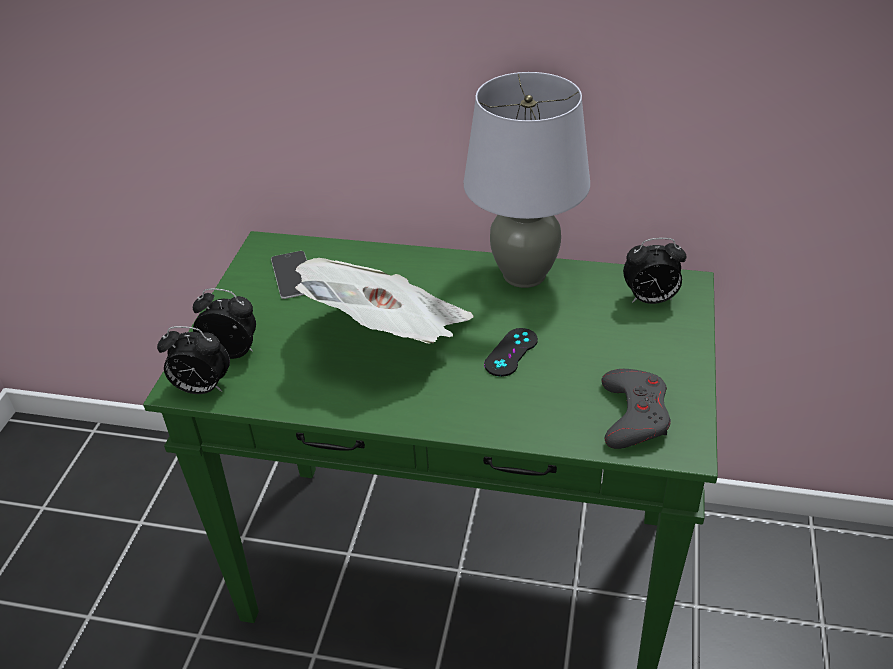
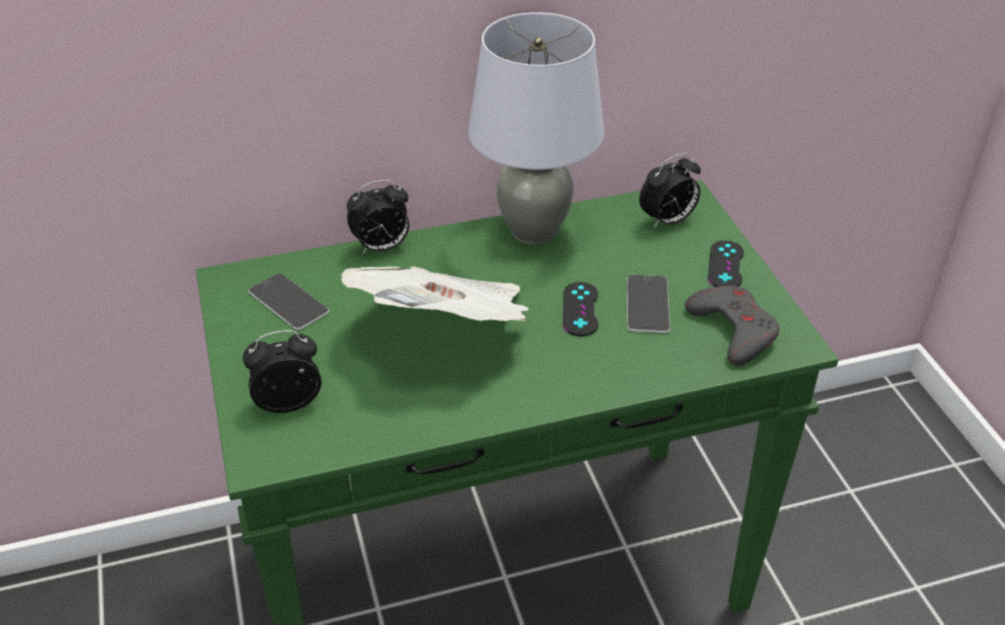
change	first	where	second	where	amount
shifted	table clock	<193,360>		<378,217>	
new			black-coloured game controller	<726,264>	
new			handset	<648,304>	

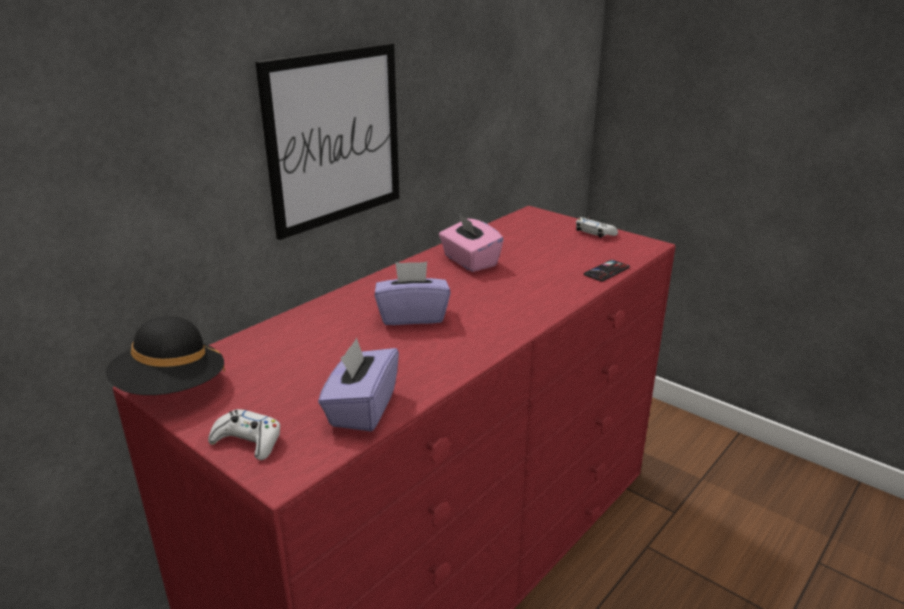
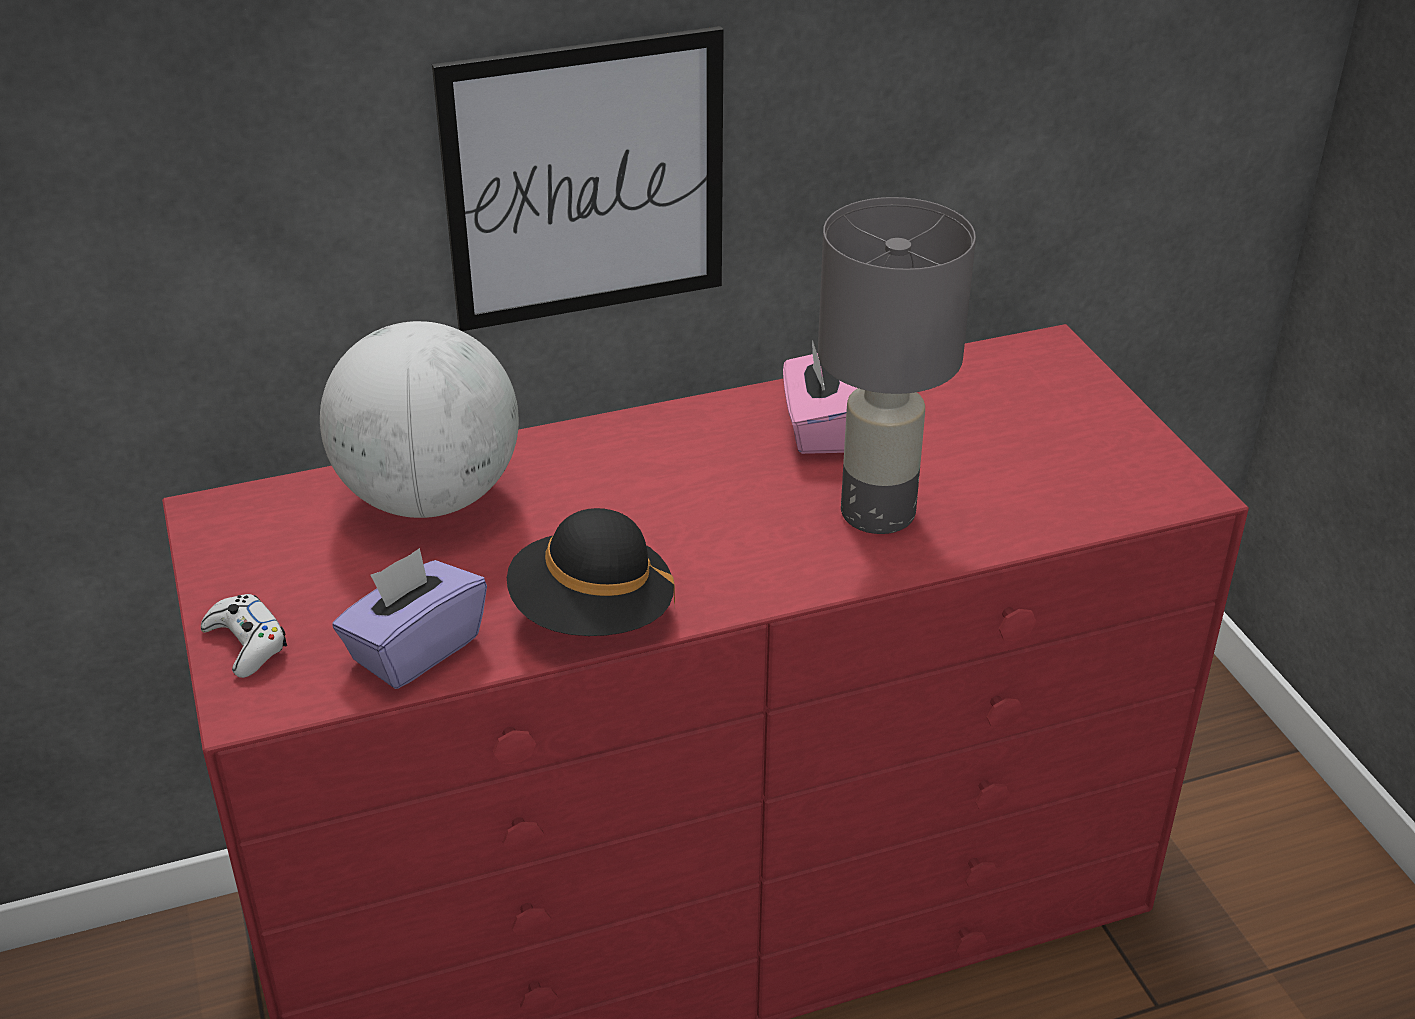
change	first	where	second	where	amount
gone	whitish game controller	<597,227>			
gone	handset	<607,270>			
gone	purple box of tissues	<412,293>			
shifted	black-coloured clothing hat	<165,355>		<591,572>	
new			greyish tabletop lamp	<897,365>	
new			world globe	<419,419>	

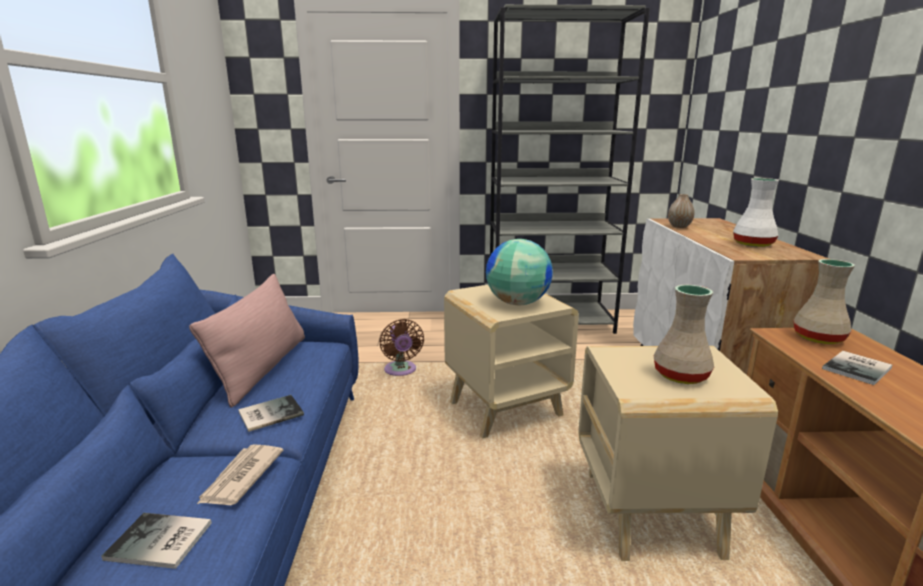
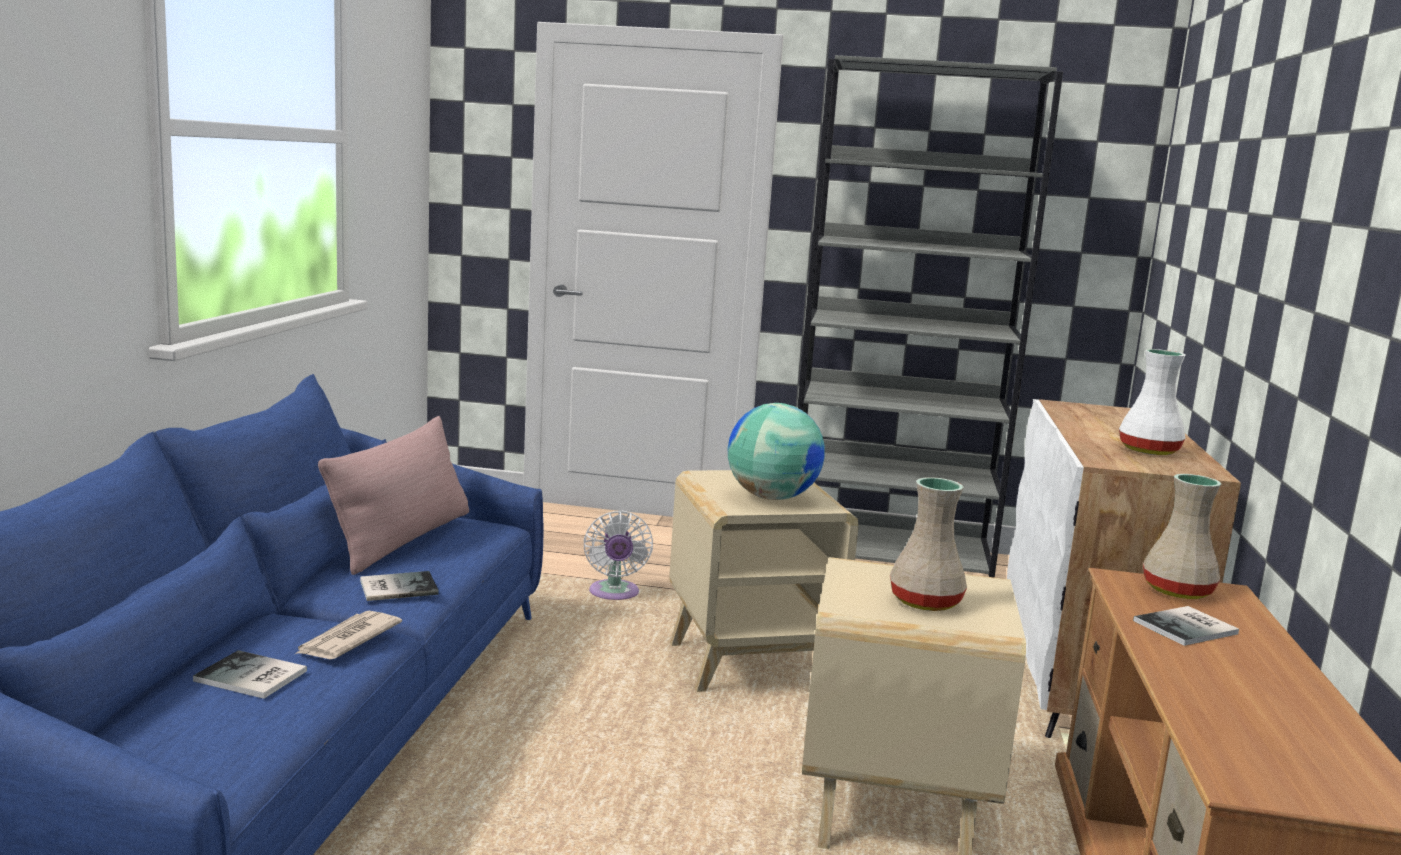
change	first	where	second	where	amount
gone	vase	<681,211>			
repainted	brown-coloured cooling fan	<401,347>	whitish cooling fan	<618,555>	

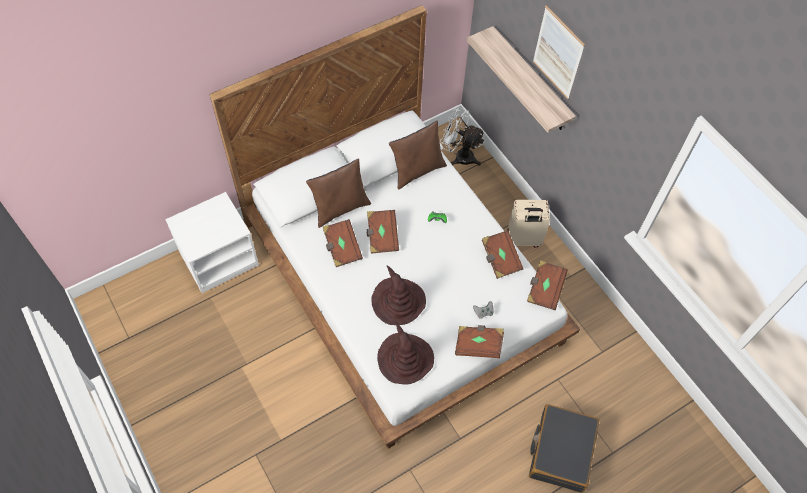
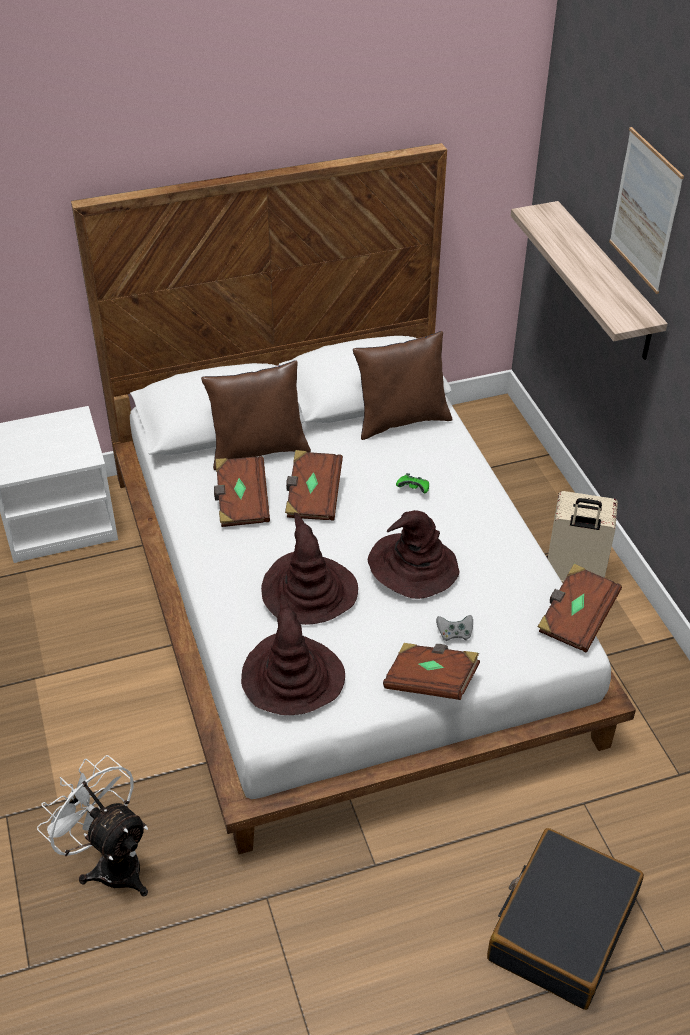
change	first	where	second	where	amount
shifted	whitish cooling fan	<462,136>		<92,826>	
gone	brown-coloured volume	<503,254>			
new			brown-coloured clothing hat	<413,554>	

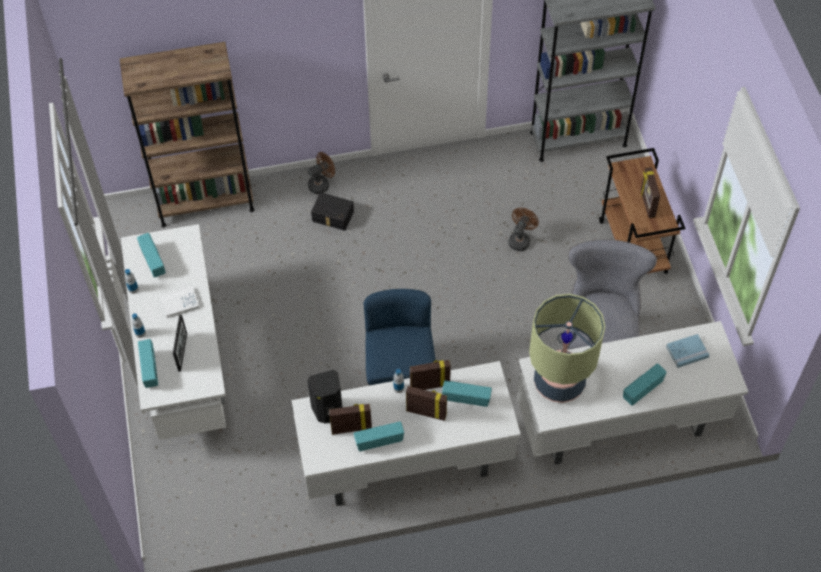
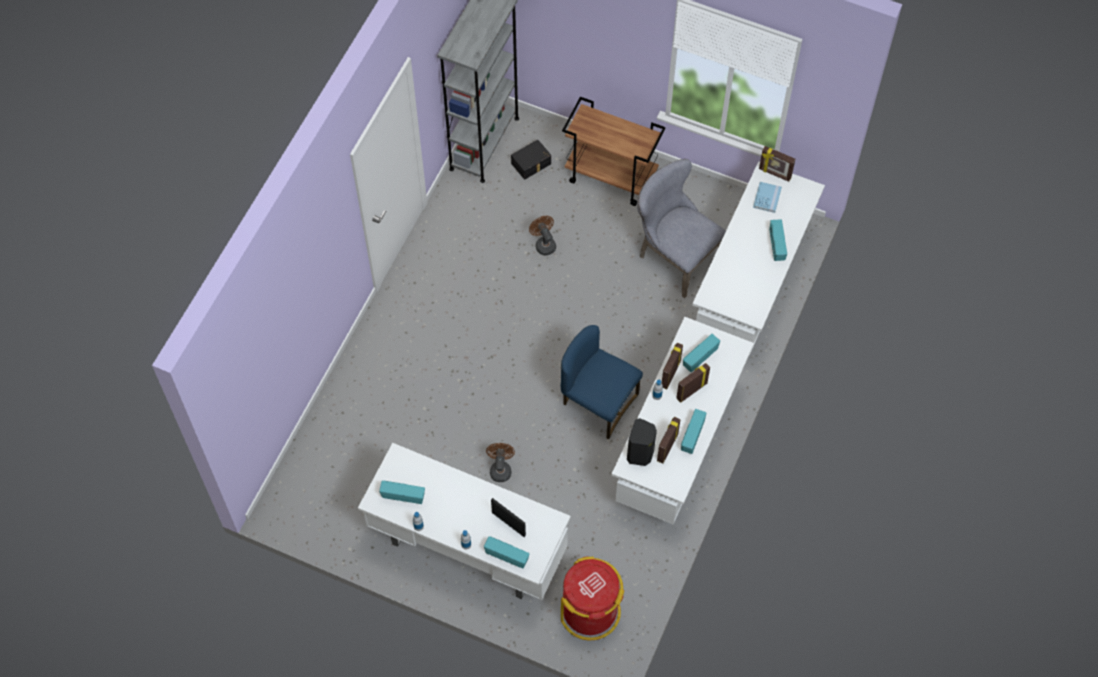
change	first	where	second	where	amount
gone	brown-coloured shelving unit	<187,135>			
shifted	brown-coloured cooling fan	<321,173>		<500,462>	
shifted	standing frame	<650,192>		<777,164>	
shifted	black-coloured storage container	<332,211>		<531,160>	
gone	whitish volume	<180,302>			
gone	tabletop lamp	<567,348>			
new			red-coloured rubbish bin	<592,598>	

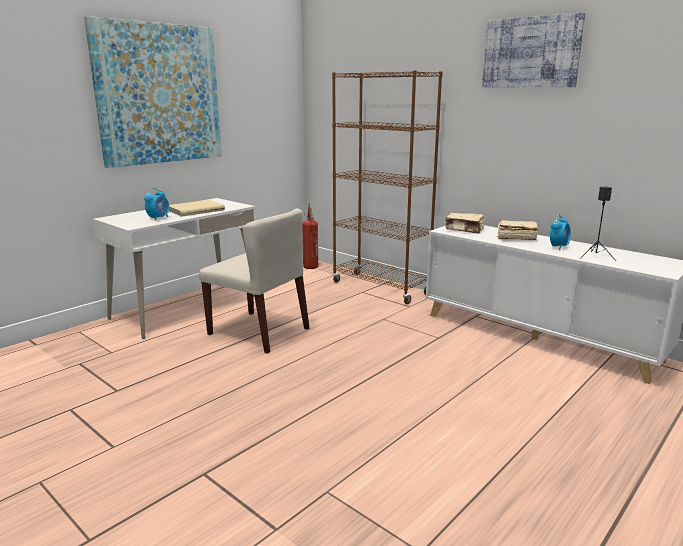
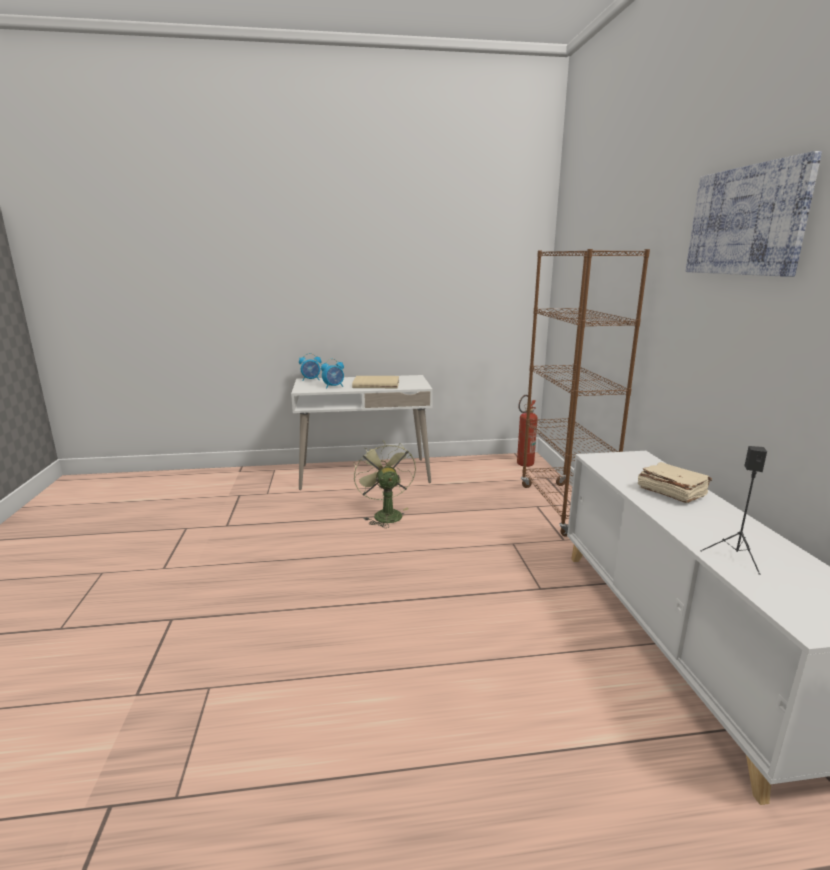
change	first	where	second	where	amount
gone	picture	<153,92>			
swapped	sand-coloured chair	<254,281>	green-coloured cooling fan	<385,484>	
gone	sand-coloured volume	<465,223>			
shifted	table clock	<560,232>		<310,367>	

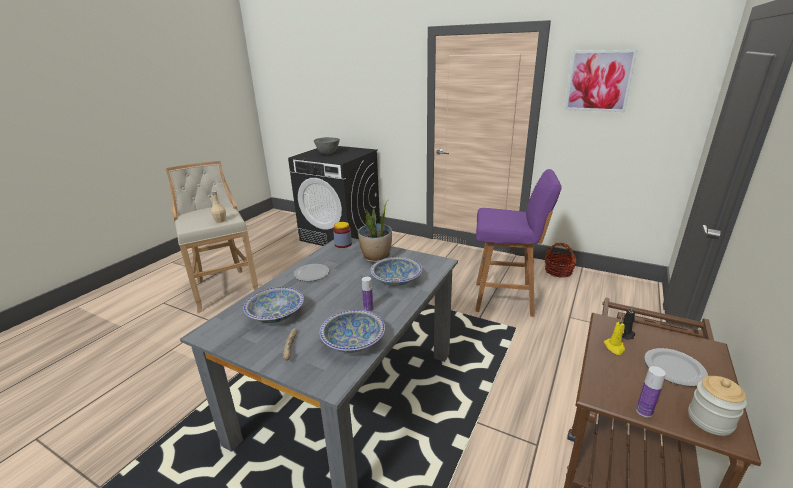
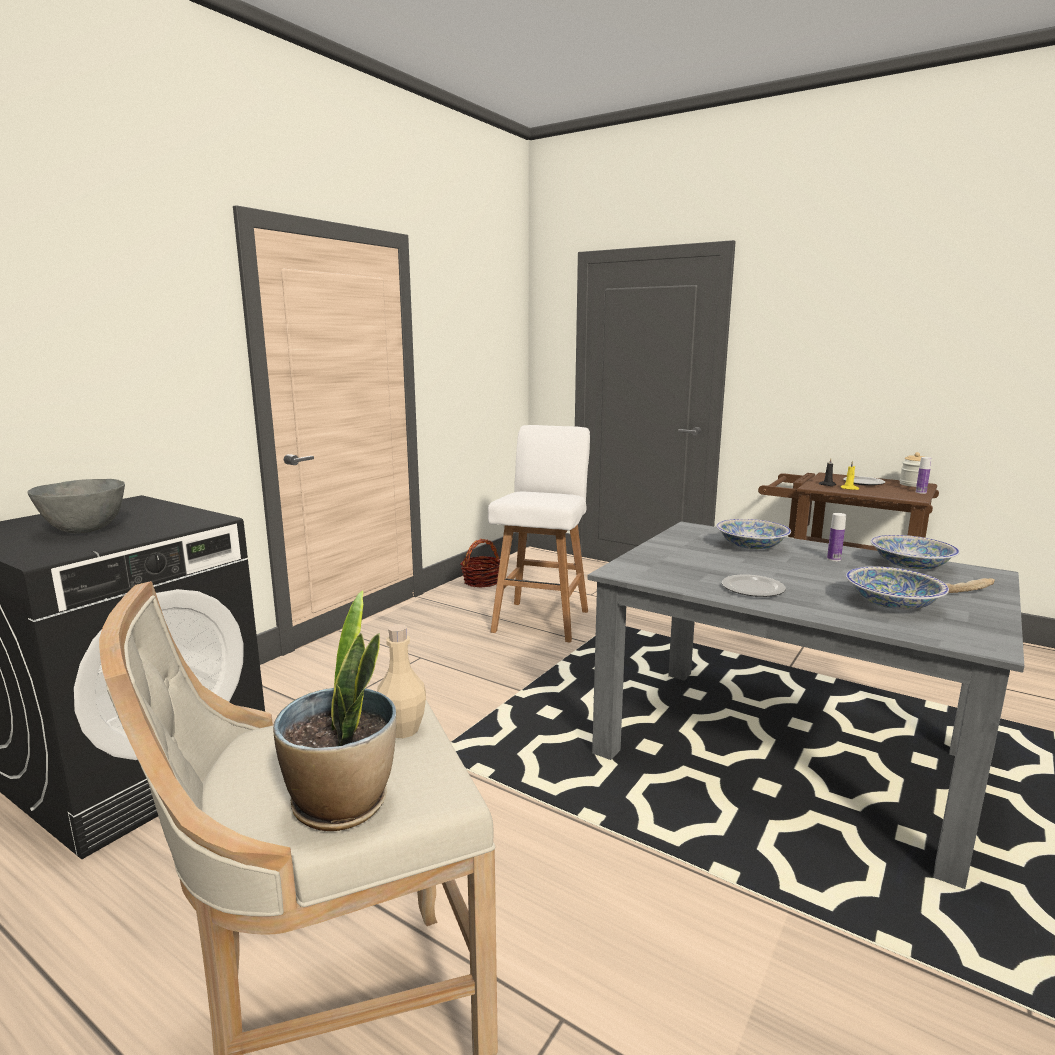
change	first	where	second	where	amount
gone	picture	<601,81>			
repainted	purple stool seat	<518,243>	whitish stool seat	<539,533>	
shifted	houseplant	<375,231>		<334,710>	
gone	jar	<342,235>			

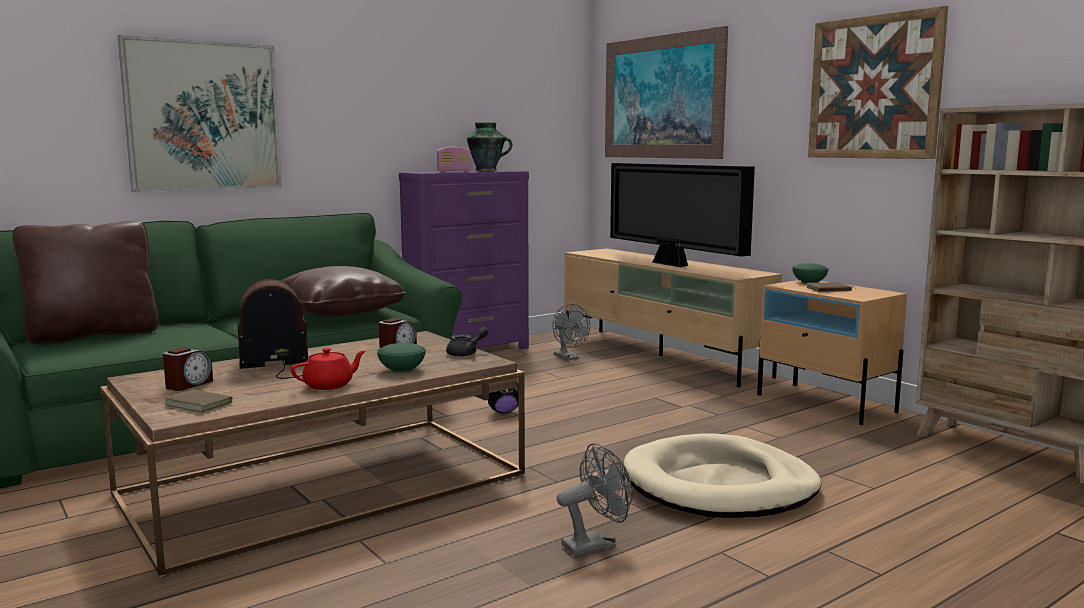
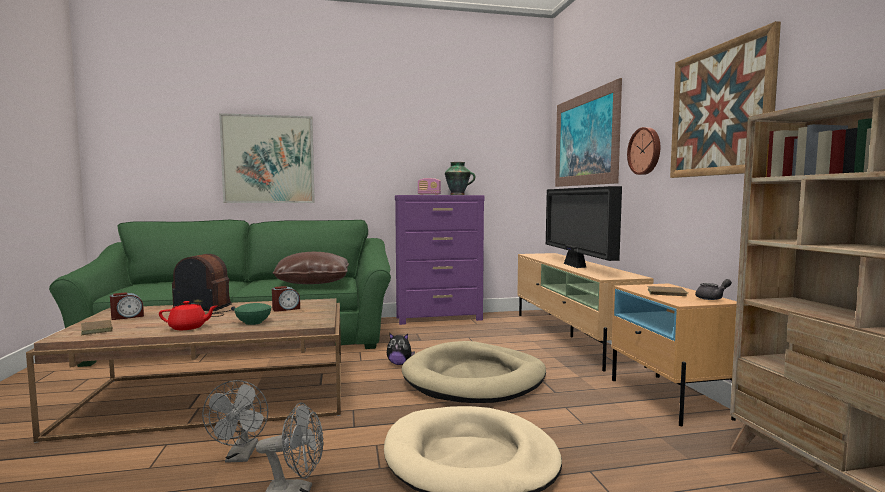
change	first	where	second	where	amount
gone	brown-coloured pillow	<85,282>			
gone	green-coloured serving bowl	<810,273>			
shifted	greyish cooling fan	<571,332>		<235,421>	
shifted	greyish teapot	<467,342>		<713,289>	
new			hanging clock	<643,151>	
new			sand-coloured dog bed	<473,372>	

